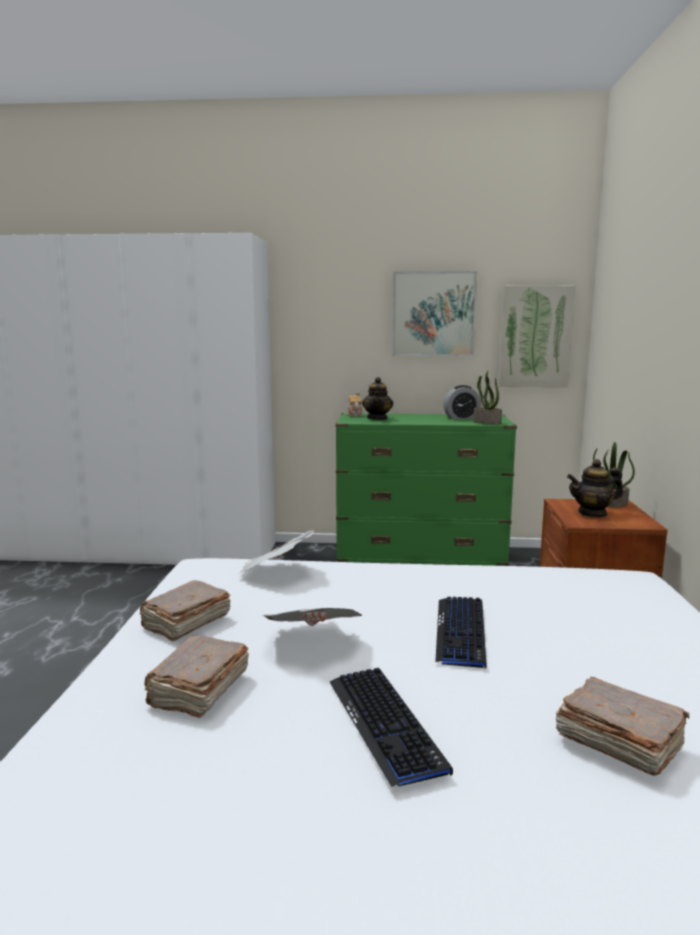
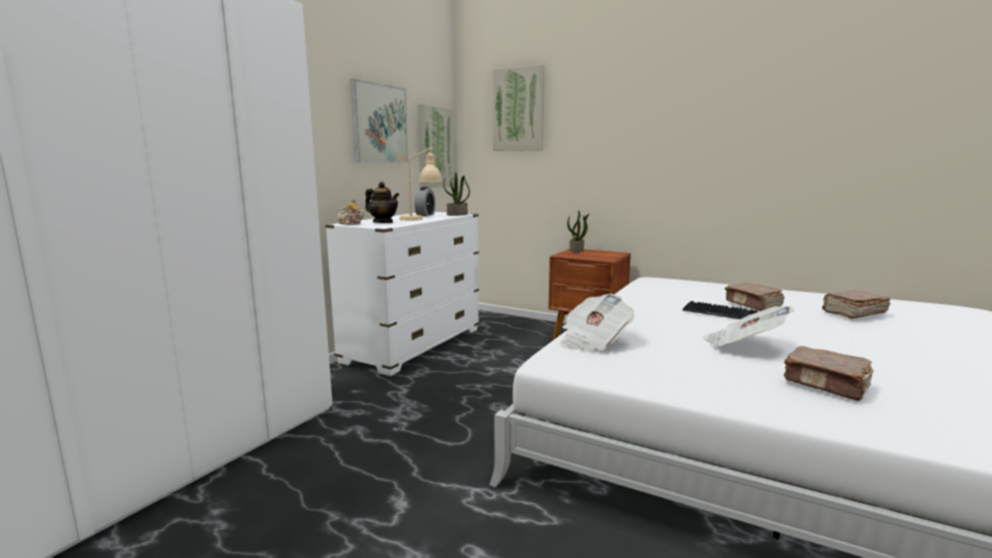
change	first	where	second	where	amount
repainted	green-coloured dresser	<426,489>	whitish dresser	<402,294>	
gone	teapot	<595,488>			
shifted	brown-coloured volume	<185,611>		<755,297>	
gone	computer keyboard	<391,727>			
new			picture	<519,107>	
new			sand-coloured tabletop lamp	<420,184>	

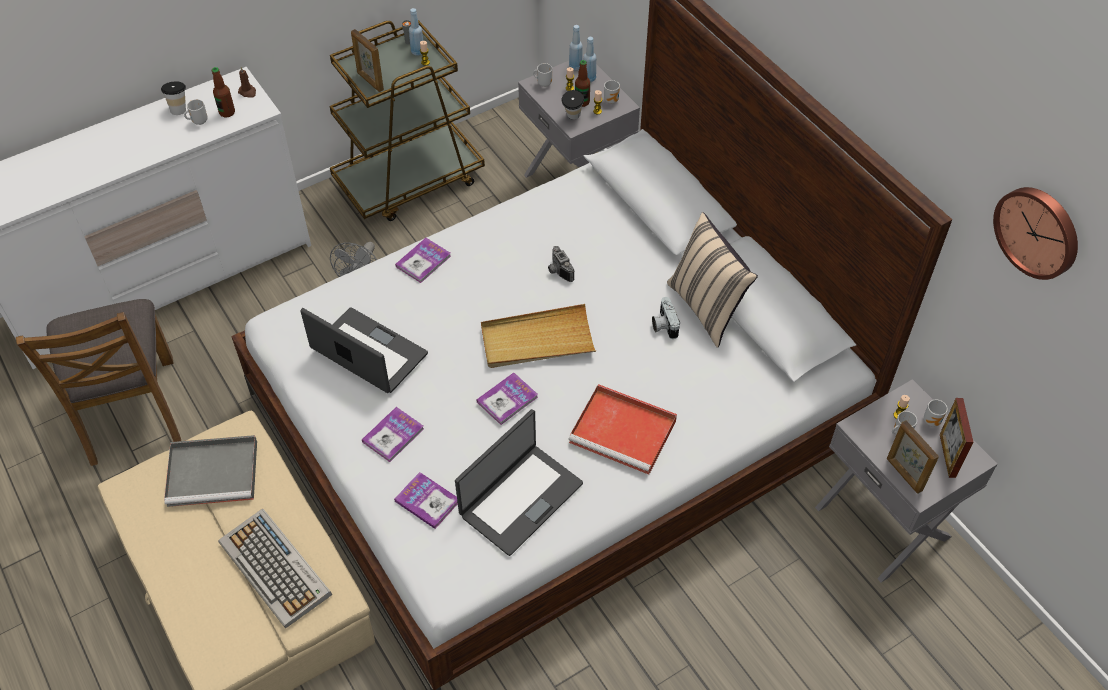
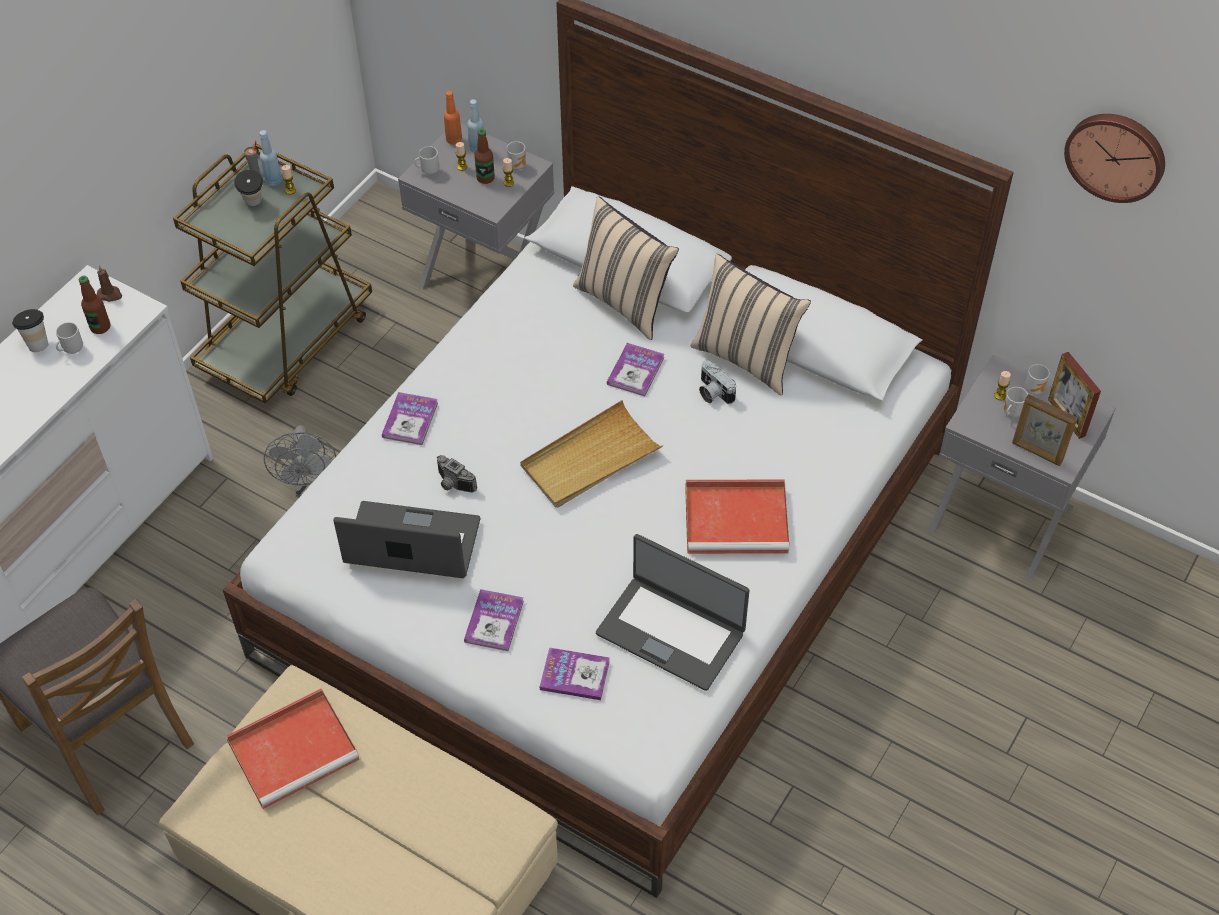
change	first	where	second	where	amount
repainted	bluish bottle	<576,47>	orange bottle	<453,118>	
gone	standing frame	<367,60>			
shifted	small cup	<573,105>		<248,188>	
shifted	still camera	<561,264>		<457,474>	
shifted	volume	<507,399>		<635,369>	
rotated	notebook computer	<519,482>		<673,612>	105 degrees clockwise
repainted	greyish tray	<210,471>	red-coloured tray	<293,748>	
gone	computer keyboard	<275,569>			
new			sand-coloured pillow	<626,268>	

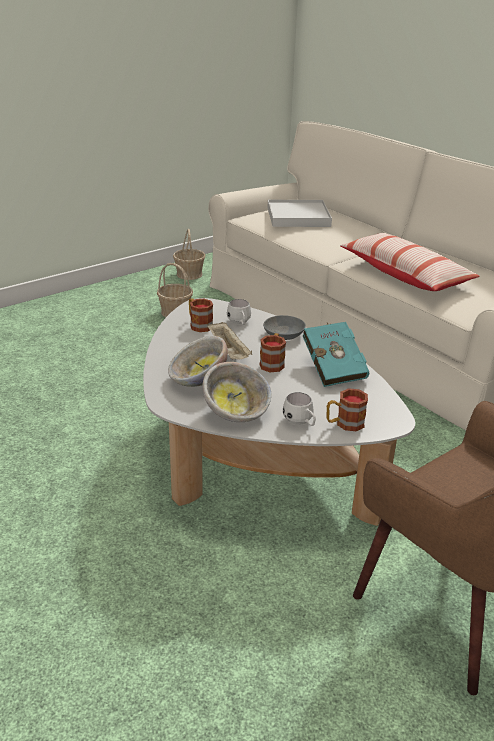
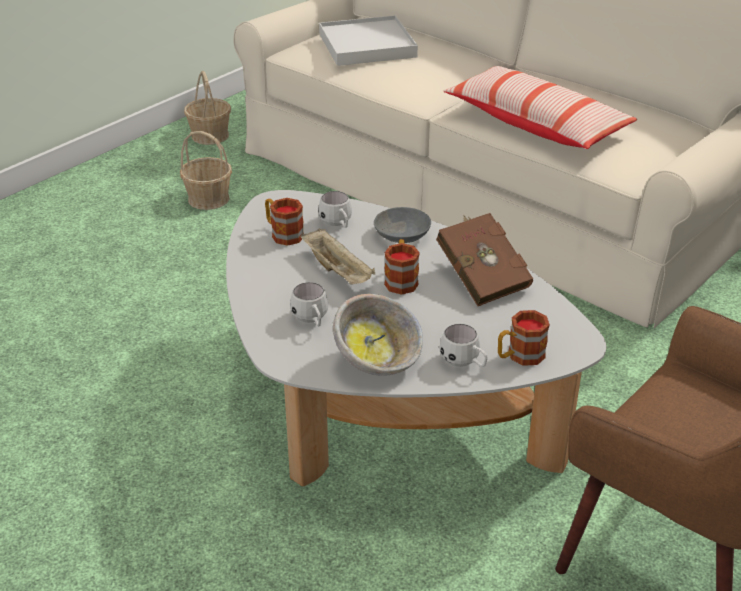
change	first	where	second	where	amount
repainted	turquoise volume	<336,354>	brown-coloured volume	<484,259>	
swapped	serving bowl	<198,361>	whitish tea mug	<309,304>	

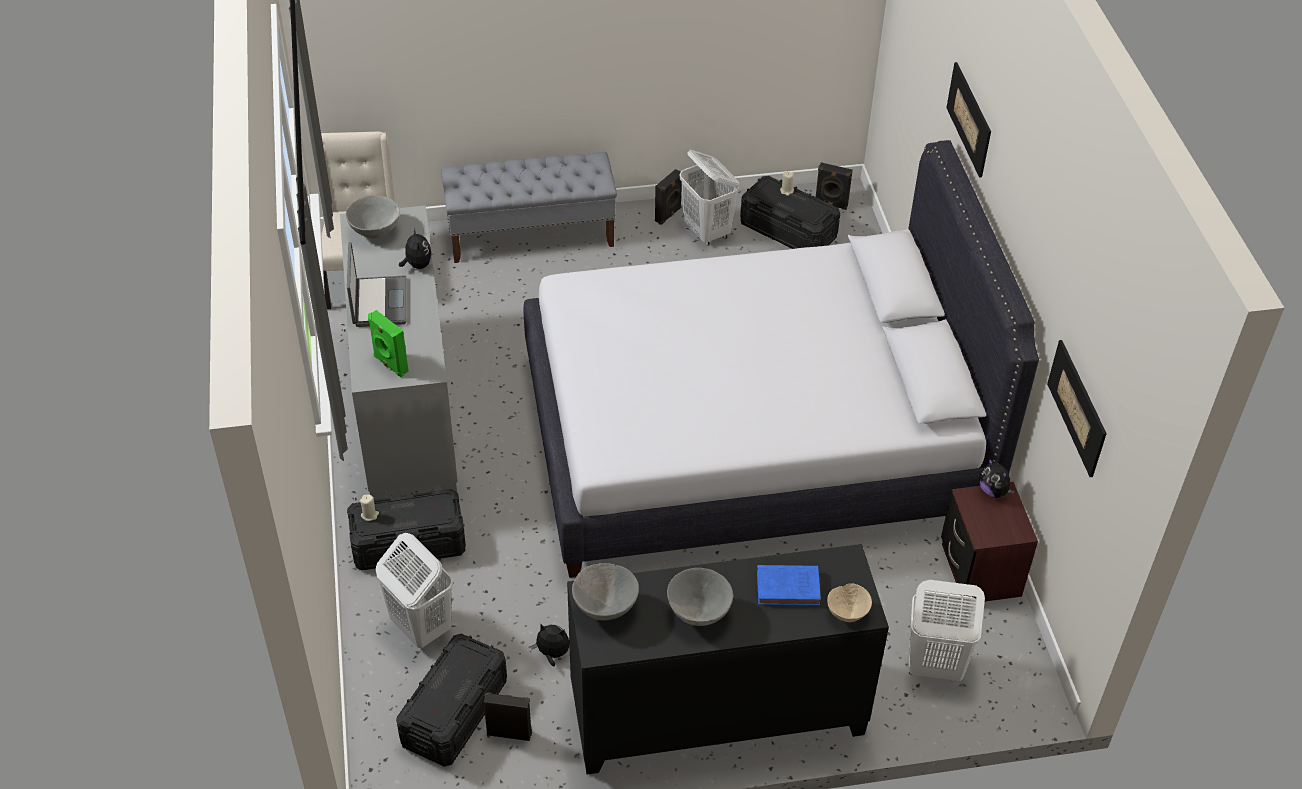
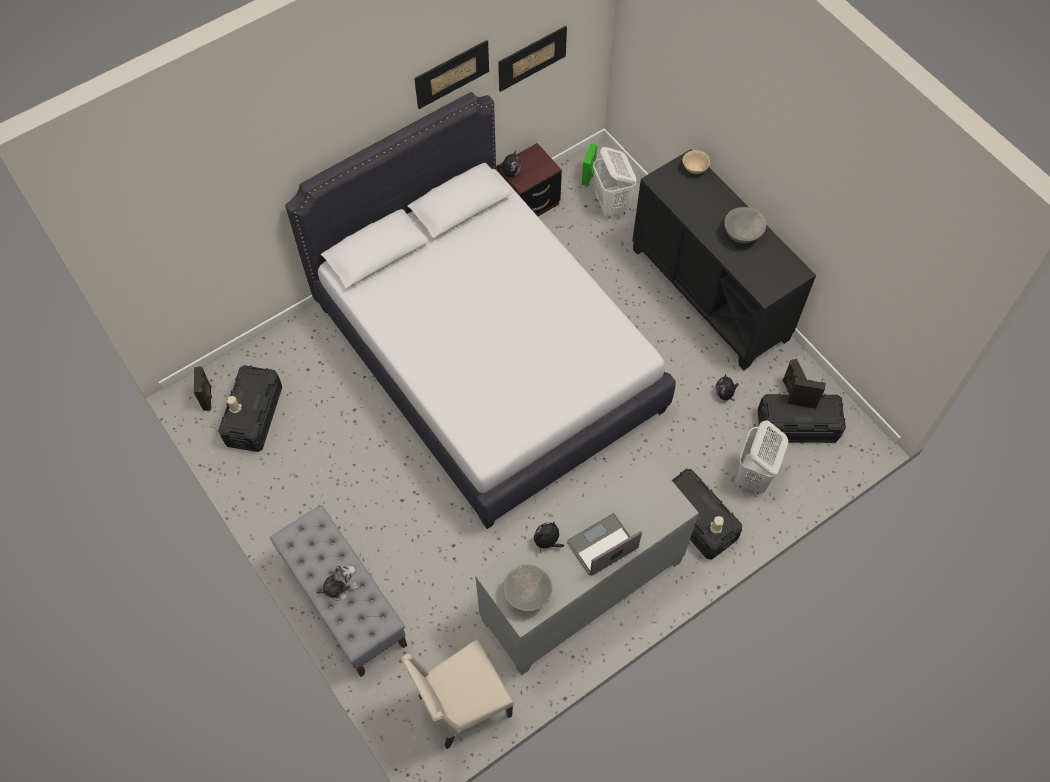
change	first	where	second	where	amount
shifted	picture	<968,120>		<451,74>	
gone	whitish washing basket	<709,198>			
shifted	black-coloured audio speaker	<668,197>		<806,393>	
shifted	green-coloured audio speaker	<388,343>		<590,165>	
gone	greyish serving bowl	<605,591>			
gone	bluish volume	<789,585>			
new			plush toy	<337,583>	

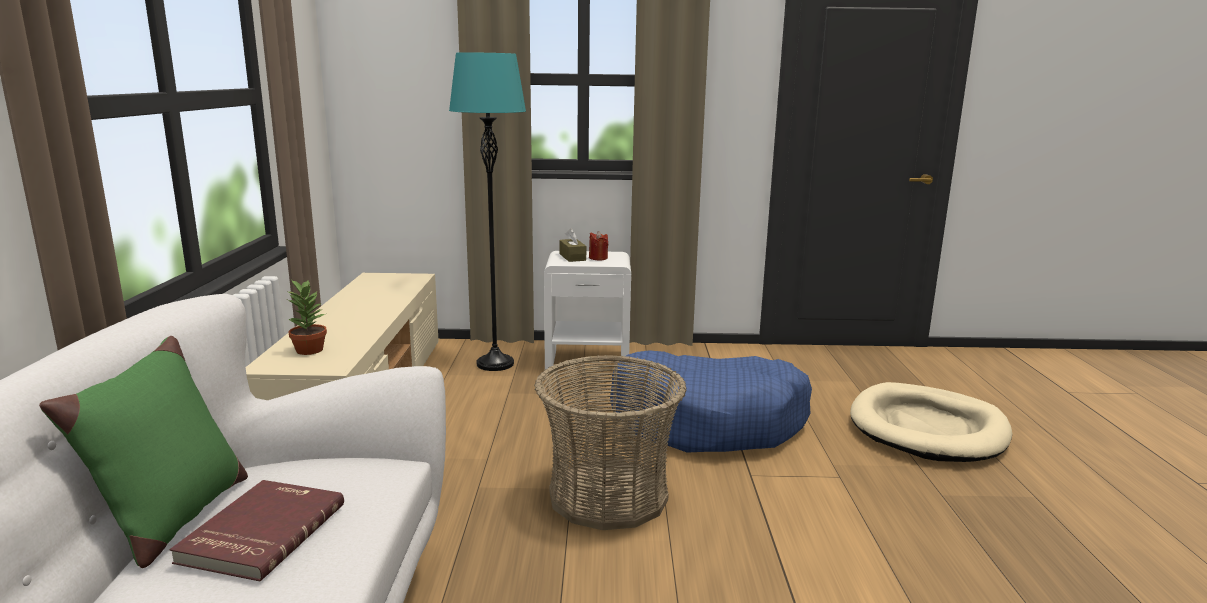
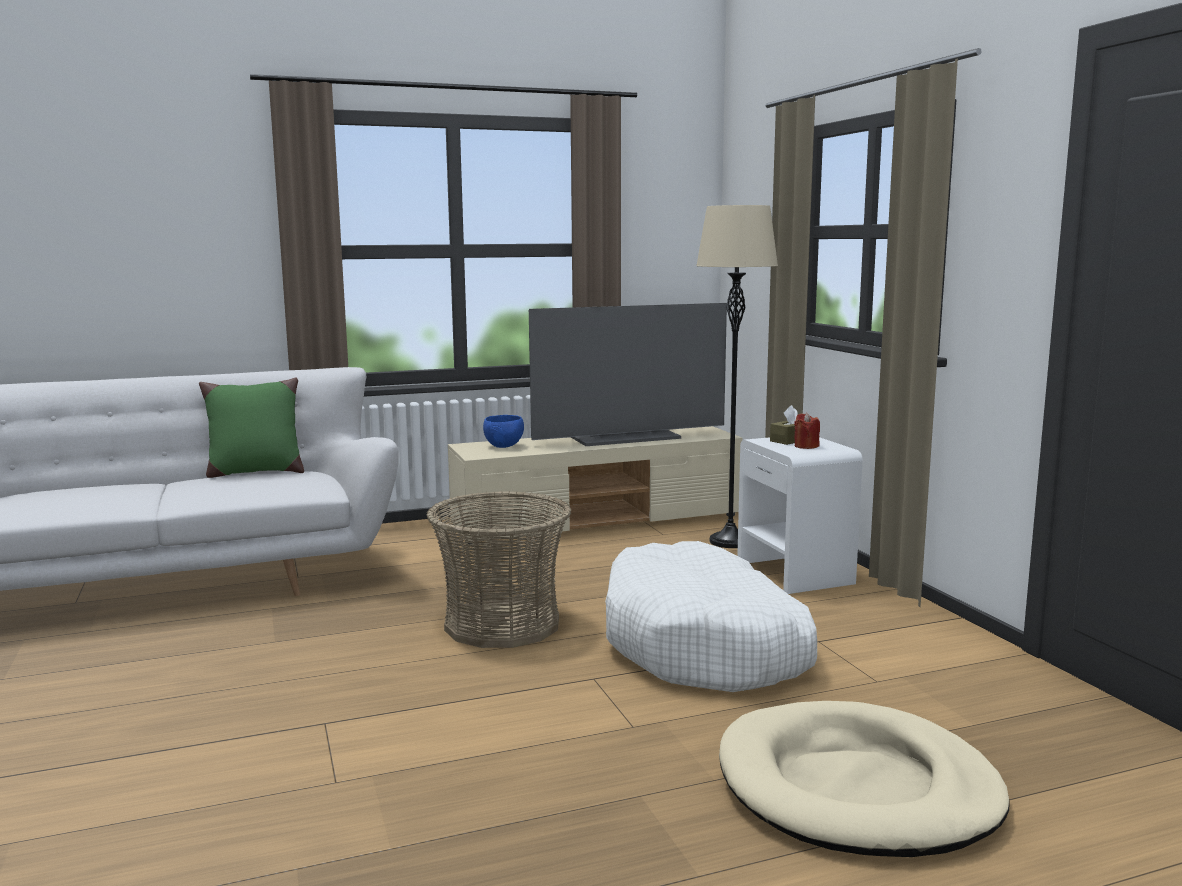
change	first	where	second	where	amount
repainted	turquoise standing lamp	<487,211>	sand-coloured standing lamp	<737,376>	
swapped	houseplant	<307,317>	bluish serving bowl	<503,431>	
repainted	bluish dog bed	<711,401>	whitish dog bed	<711,616>	
gone	red-coloured volume	<257,530>			
new			TV set	<628,374>	

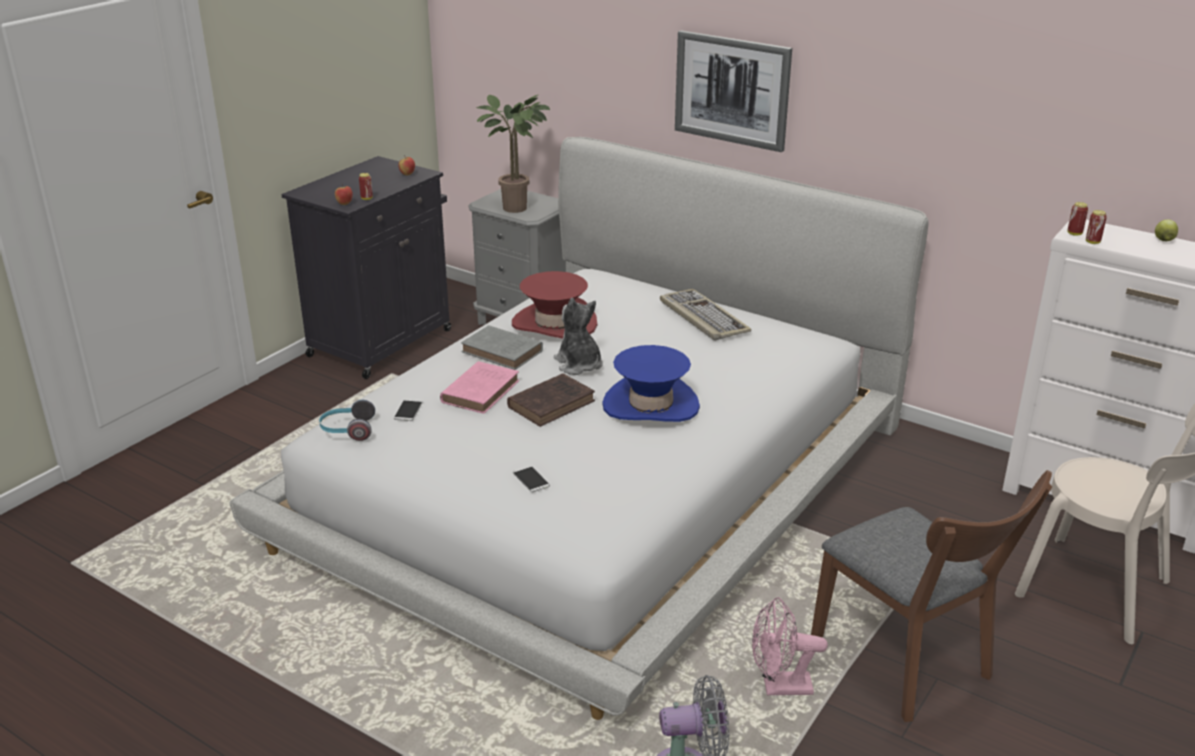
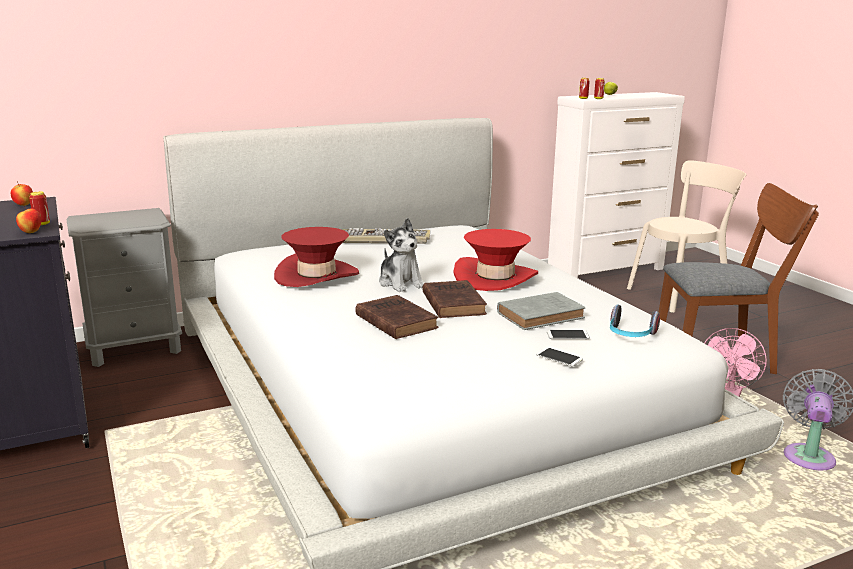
change	first	where	second	where	amount
gone	picture	<733,91>			
gone	houseplant	<513,154>			
rotated	plush toy	<578,336>		<401,255>	120 degrees counterclockwise
shifted	greyish volume	<502,347>		<541,311>	
repainted	bluish clothing hat	<651,383>	red-coloured clothing hat	<495,260>	
repainted	pink volume	<479,387>	brown-coloured volume	<397,317>	
shifted	handset	<408,410>		<559,356>	
shifted	pair of headphones	<347,420>		<635,321>	

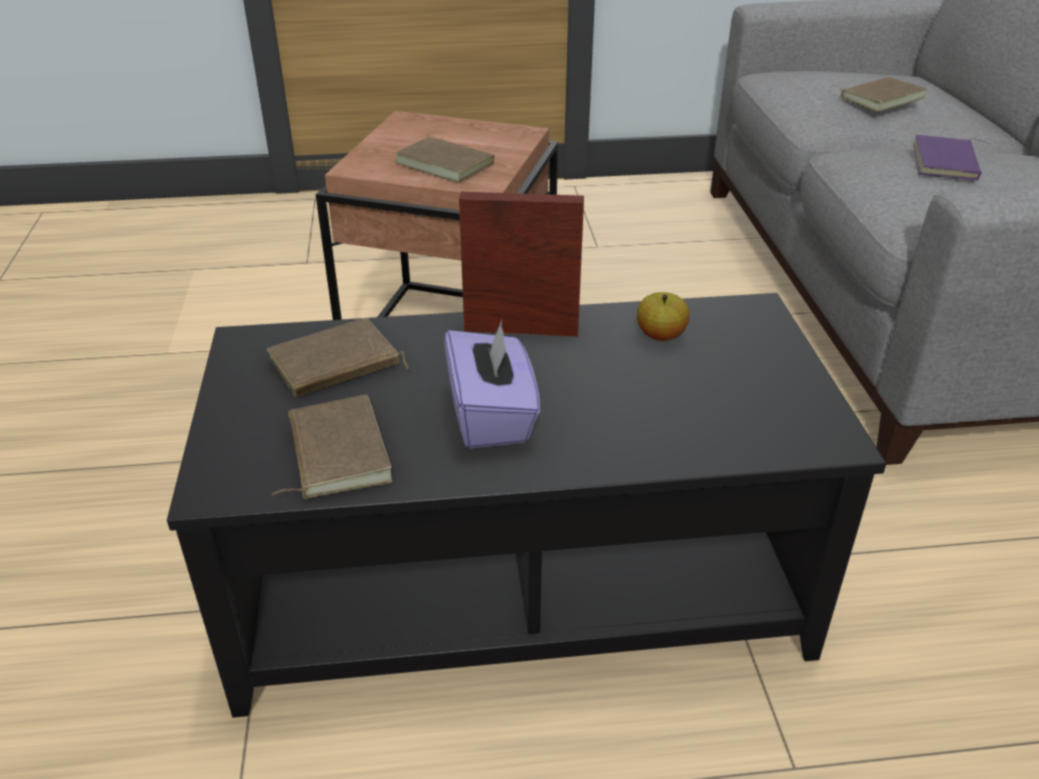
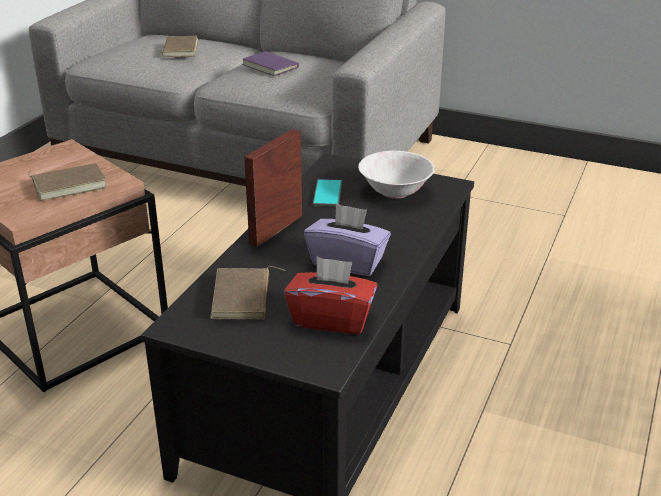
change	first	where	second	where	amount
swapped	apple	<663,316>	handset	<327,193>	
swapped	brown-coloured volume	<332,447>	red-coloured box of tissues	<331,295>	
new			whitish serving bowl	<396,175>	

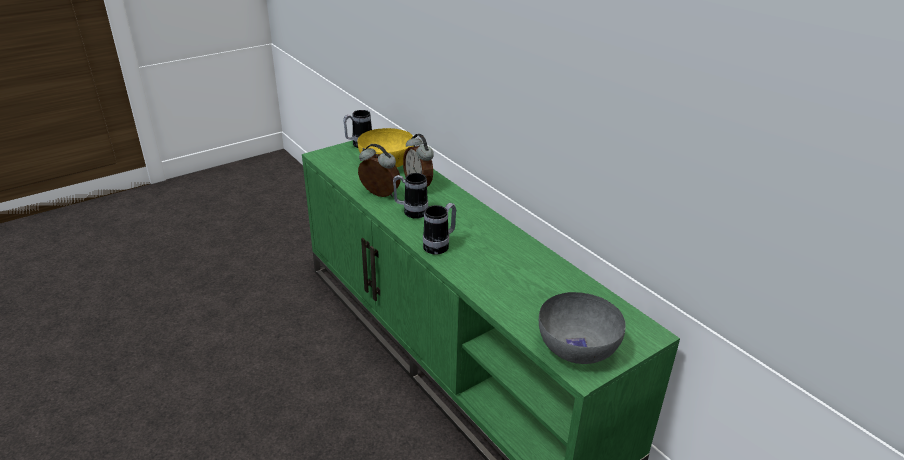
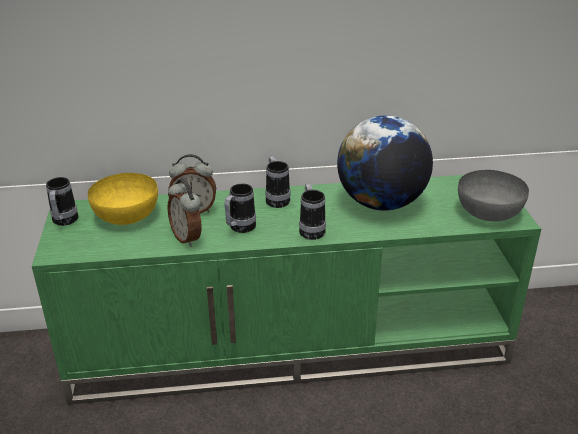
change	first	where	second	where	amount
rotated	table clock	<379,170>		<184,213>	90 degrees counterclockwise
new			world globe	<385,163>	
new			tea mug	<278,182>	

